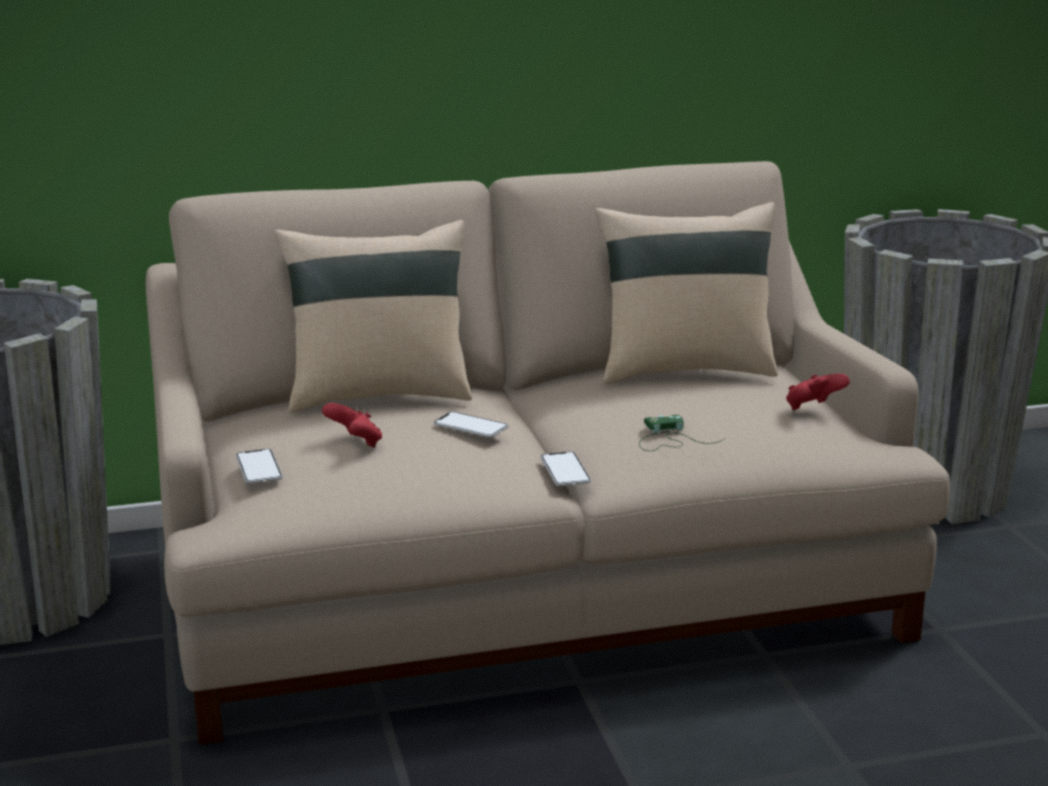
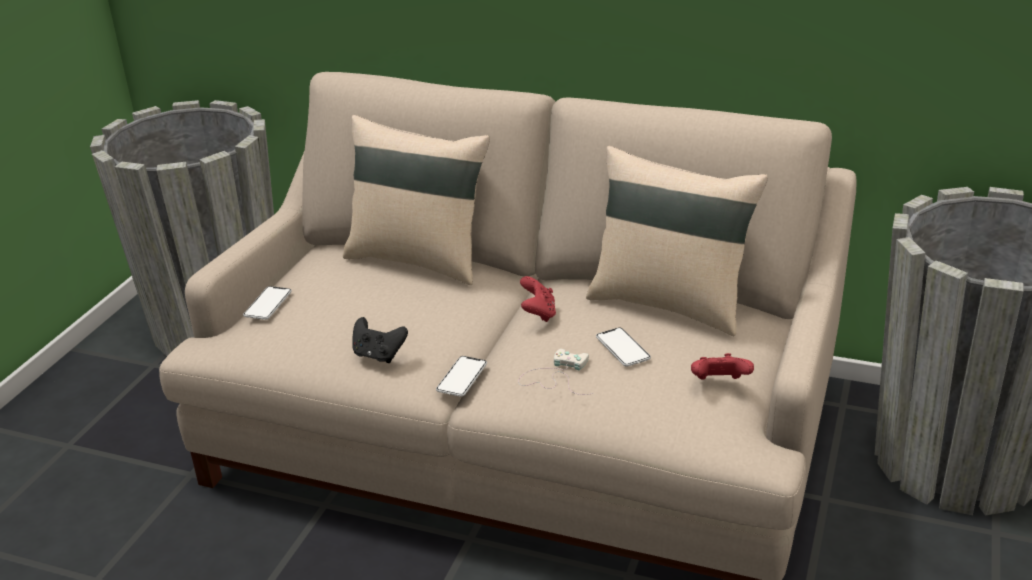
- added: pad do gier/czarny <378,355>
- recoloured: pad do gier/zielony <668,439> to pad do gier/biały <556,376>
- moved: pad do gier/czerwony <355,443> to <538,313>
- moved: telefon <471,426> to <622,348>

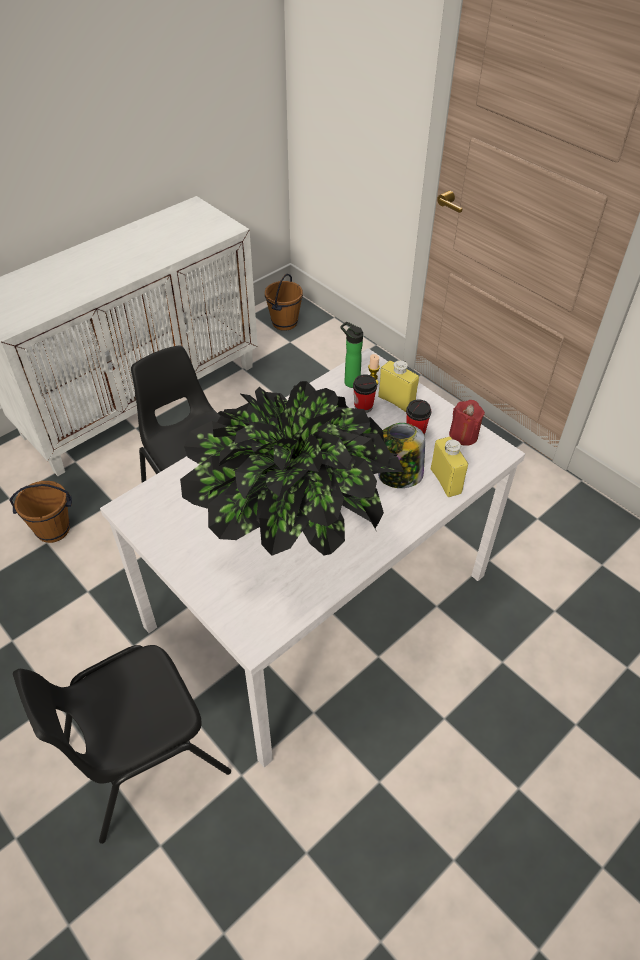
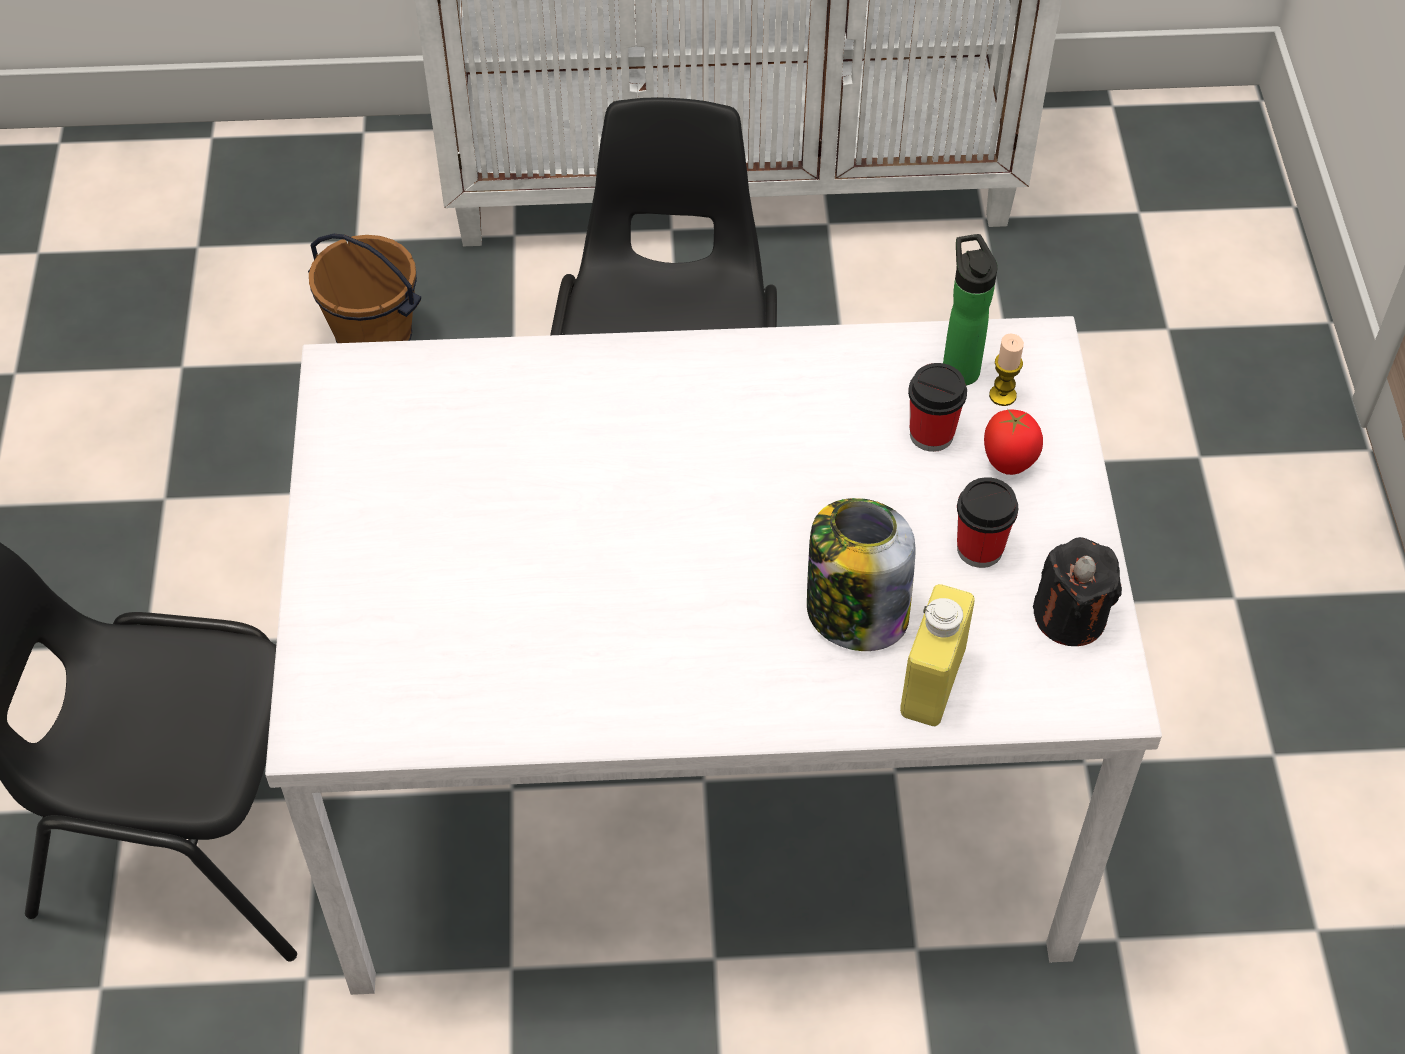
- replaced: butelka/żółty <396,401> to pomidor <1009,463>
- recoloured: świeca/czerwony <463,435> to świeca/czarny <1070,617>
- removed: roślina doniczkowa <293,529>
- removed: wiadro/brązowy <284,323>

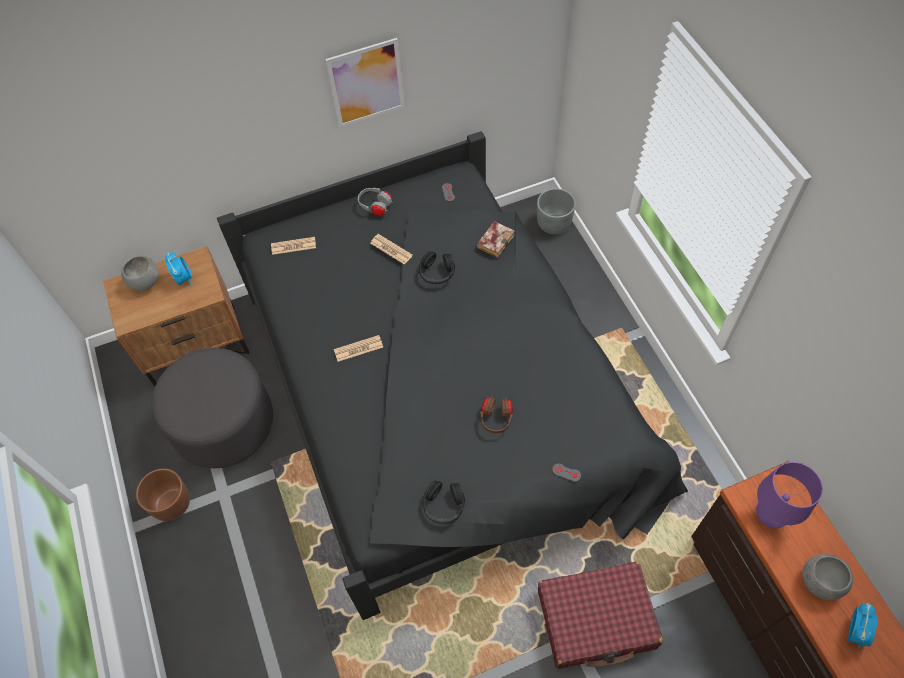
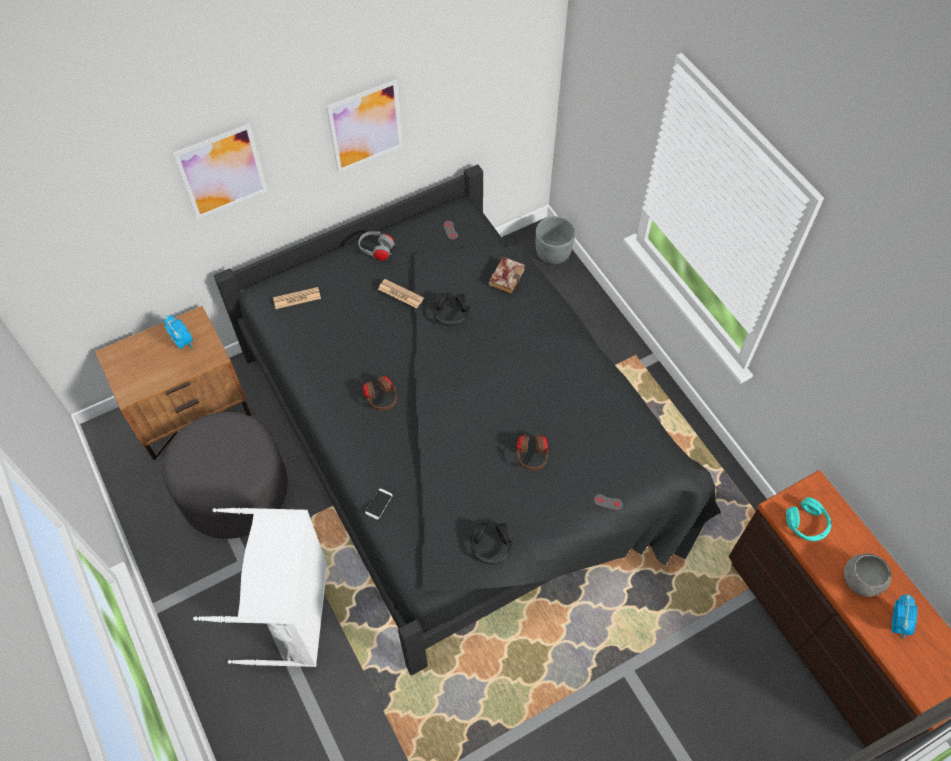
- added: obraz <221,171>
- added: kosz na pranie/biały <293,614>
- replaced: gazeta <358,348> to słuchawki/brązowy <381,398>
- added: telefon <378,504>
- replaced: lampa stołowa/fioletowy <769,516> to słuchawki/turkusowy <807,524>
- removed: miska/szary <145,282>
- removed: donica/brązowy <171,503>
- removed: walizka/czerwony <596,619>

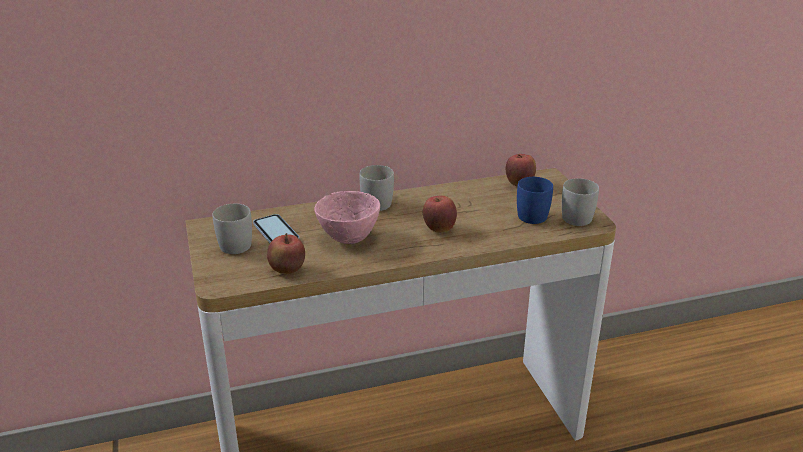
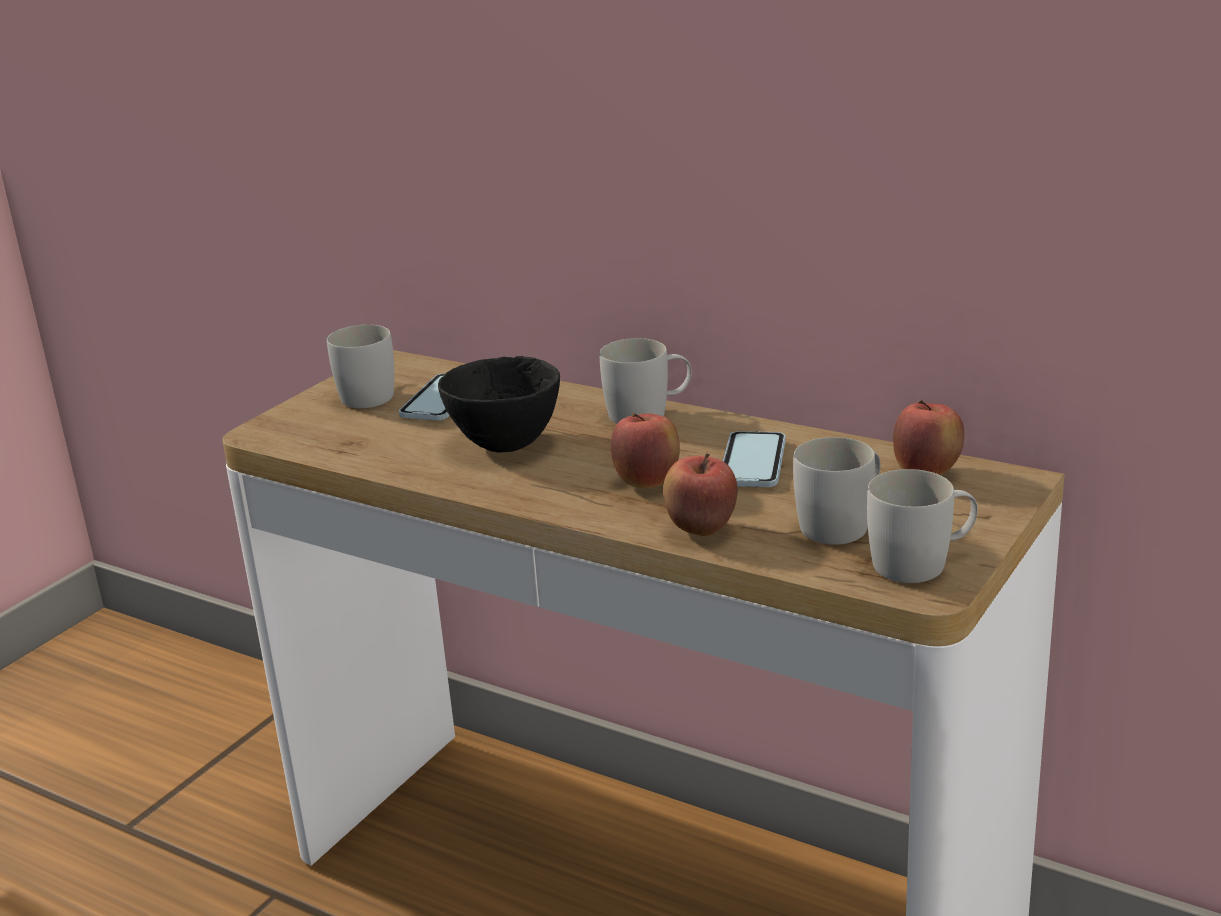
- recoloured: miska/różowy <349,239> to miska/czarny <504,445>
- moved: jabłko <287,271> to <701,531>
- added: telefon <753,463>
- recoloured: kubek/niebieski <531,213> to kubek/biały <843,523>

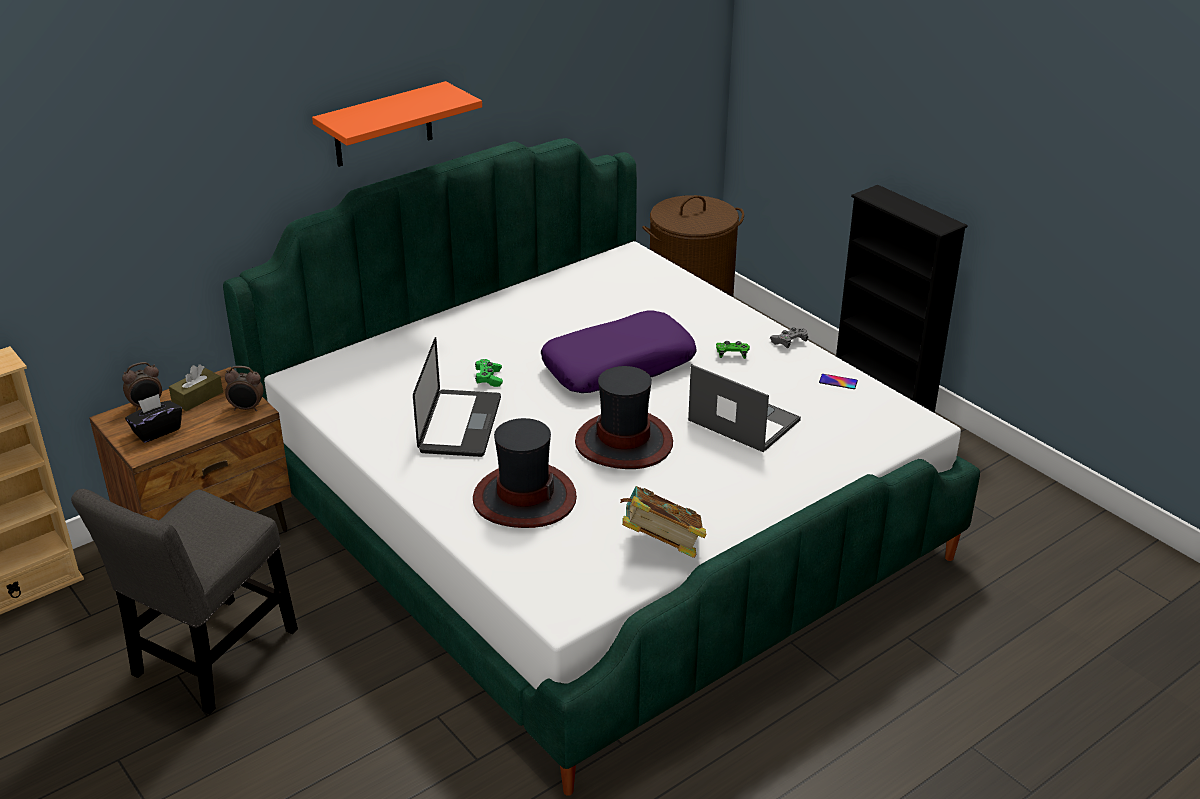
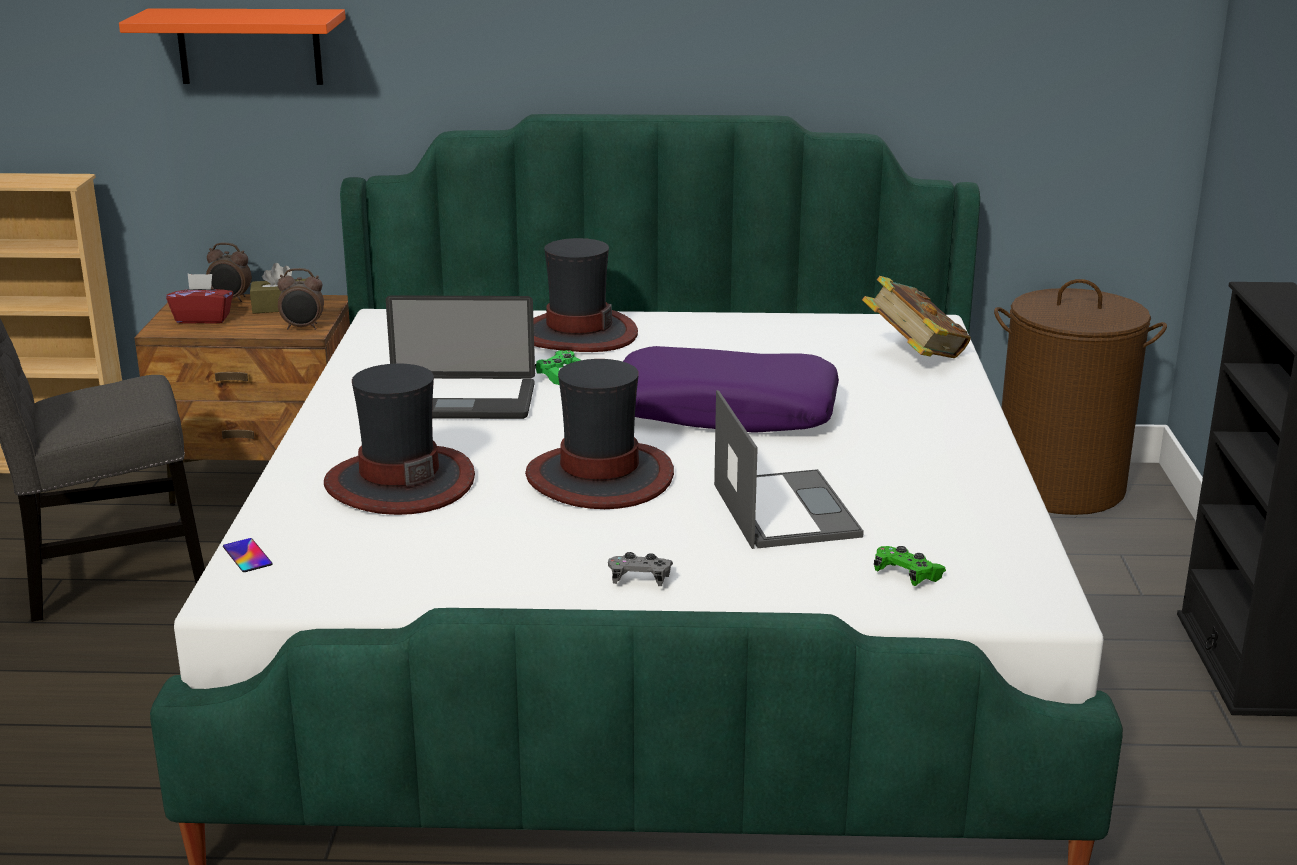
- moved: półka/pomarańczowy <383,125> to <249,46>
- recoloured: pudełko chusteczek/czarny <157,431> to pudełko chusteczek/czerwony <203,319>
- moved: telefon <838,382> to <247,556>
- turned: budzik <247,408> = <303,328> 45 degrees counterclockwise
- turned: laptop <460,425> = <458,401> 45 degrees clockwise
- added: kapelusz <577,334>
- moved: pad do gier/szary <789,342> to <640,579>
- moved: książka <661,547> to <914,356>
- moved: pad do gier/zielony <732,355> to <907,576>

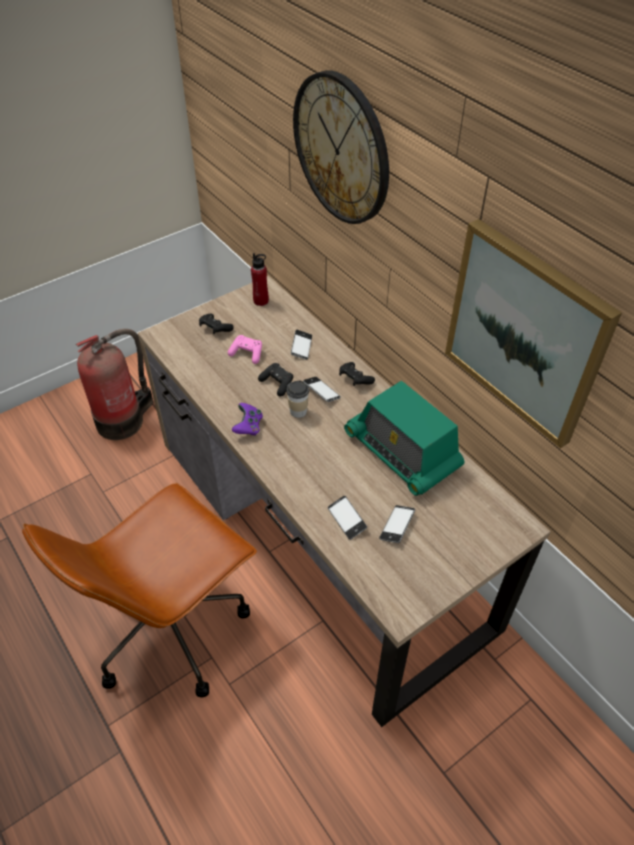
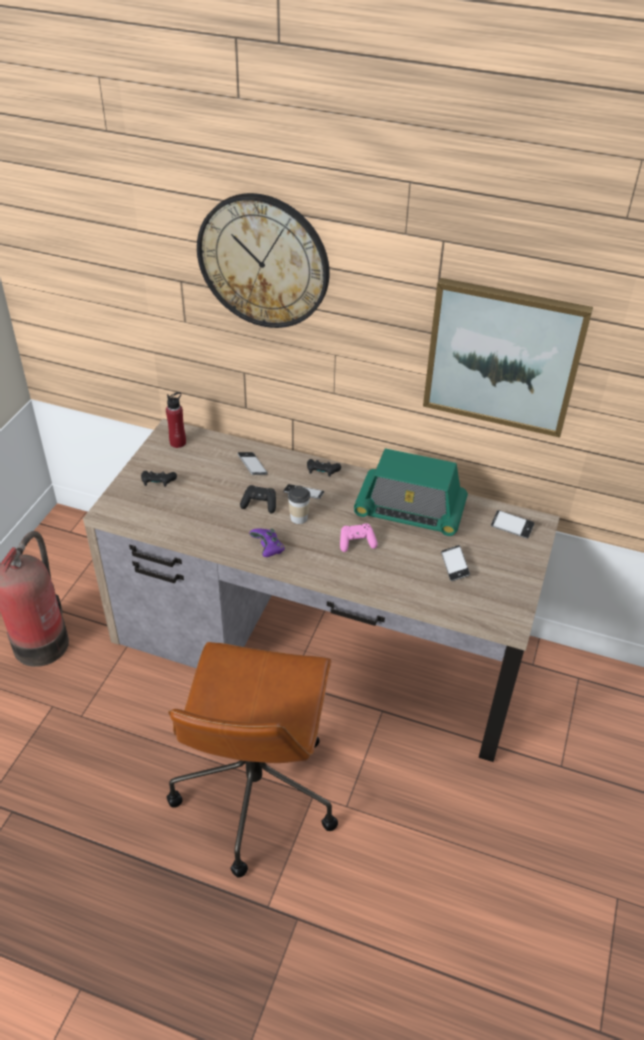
- moved: pad do gier/różowy <247,354> to <357,542>
- moved: telefon <347,519> to <511,527>

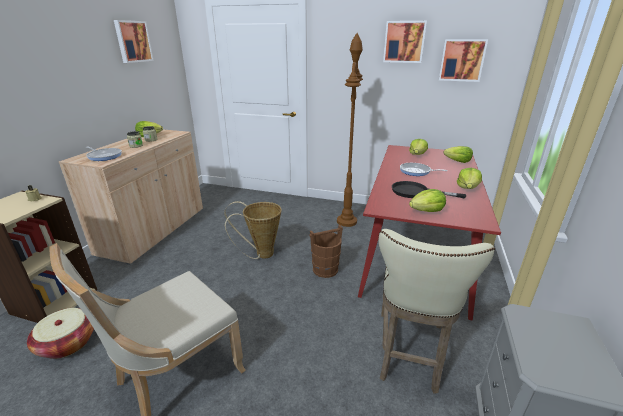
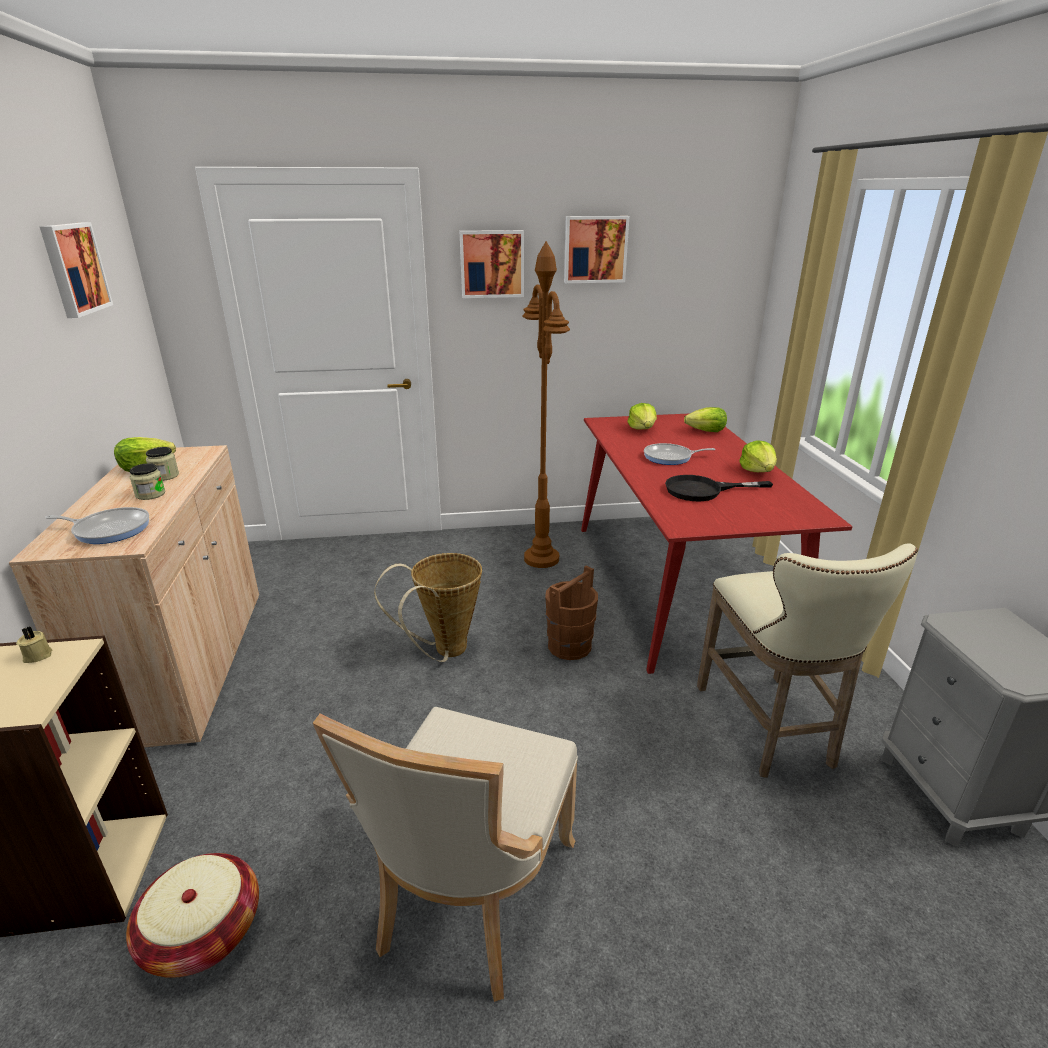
- moved: obraz <462,60> to <492,264>
- removed: sałata <427,211>

